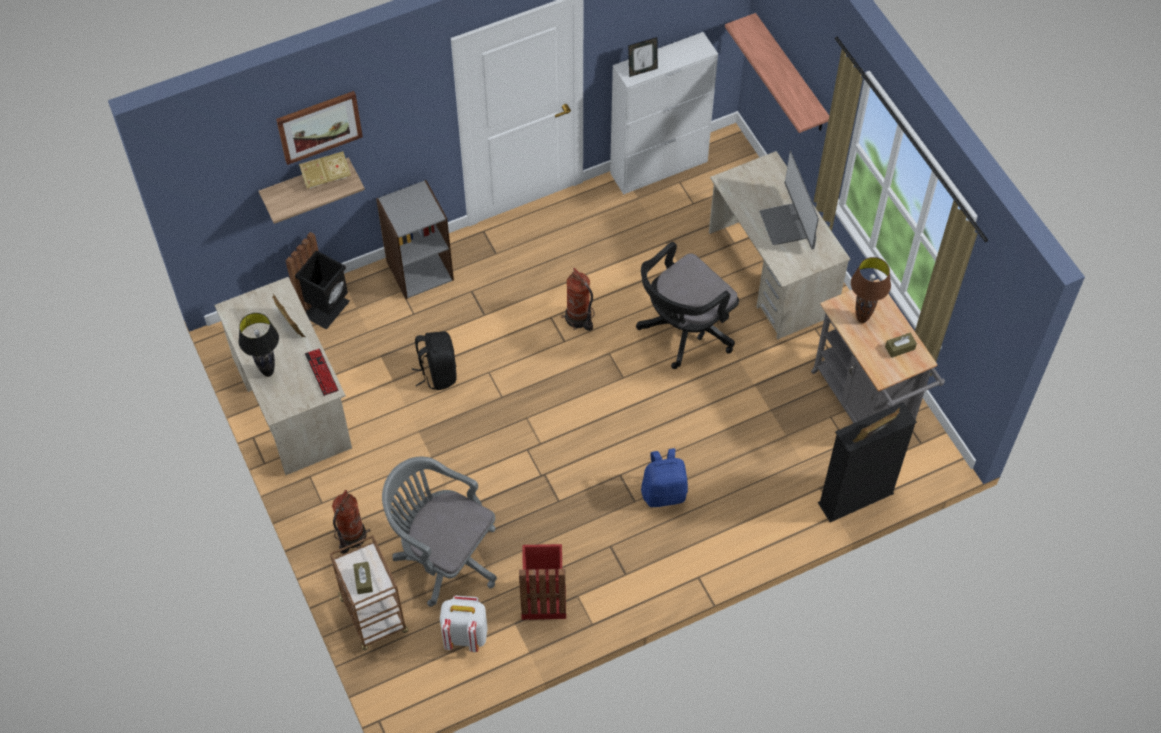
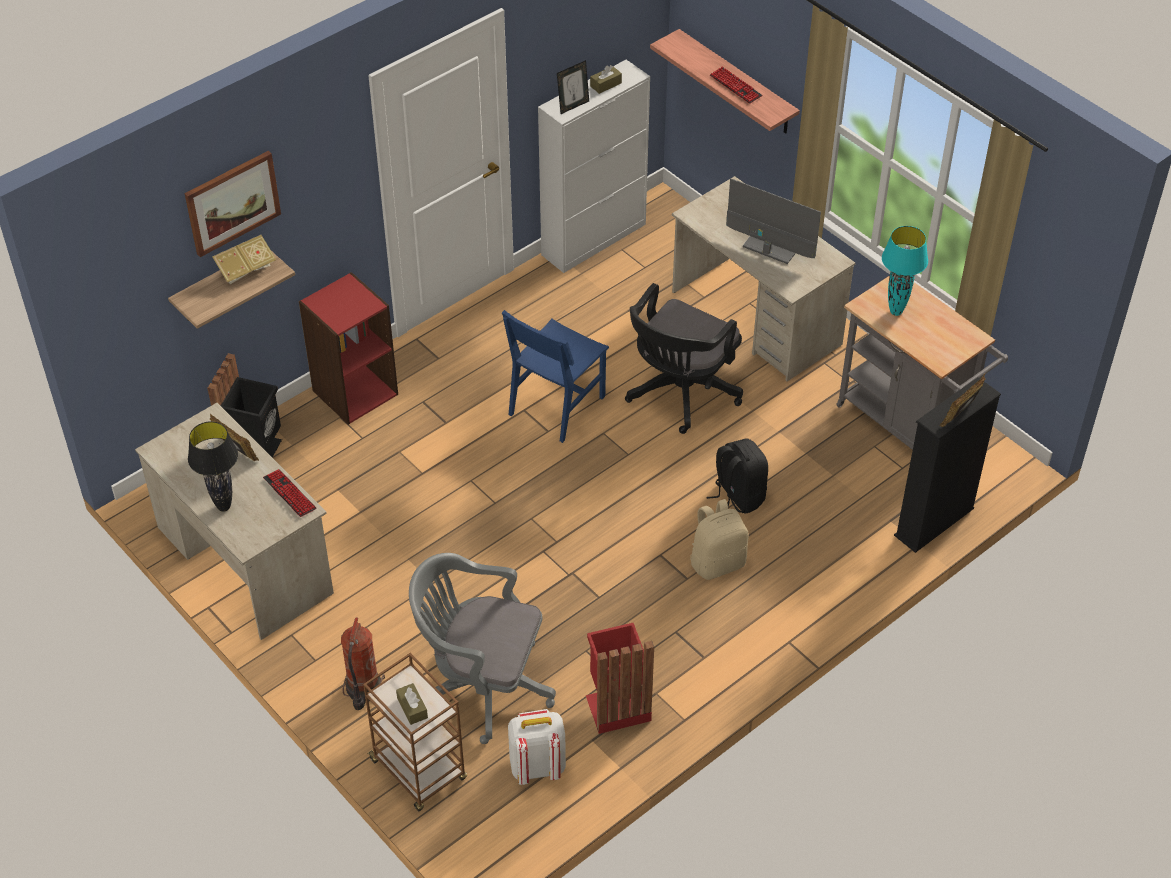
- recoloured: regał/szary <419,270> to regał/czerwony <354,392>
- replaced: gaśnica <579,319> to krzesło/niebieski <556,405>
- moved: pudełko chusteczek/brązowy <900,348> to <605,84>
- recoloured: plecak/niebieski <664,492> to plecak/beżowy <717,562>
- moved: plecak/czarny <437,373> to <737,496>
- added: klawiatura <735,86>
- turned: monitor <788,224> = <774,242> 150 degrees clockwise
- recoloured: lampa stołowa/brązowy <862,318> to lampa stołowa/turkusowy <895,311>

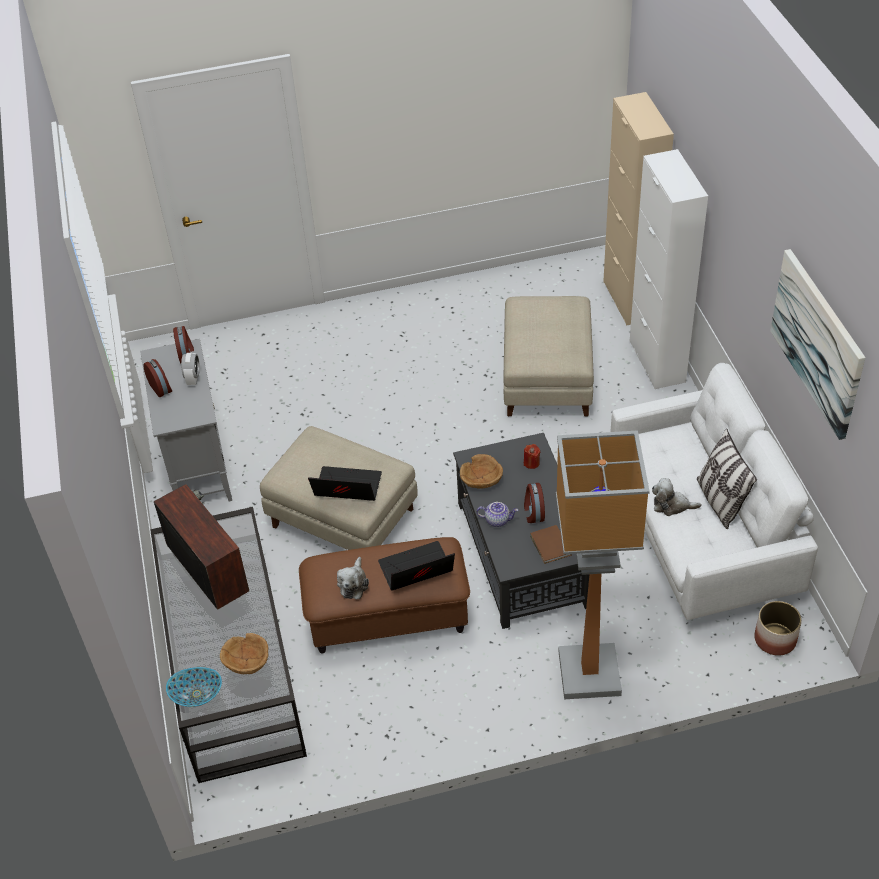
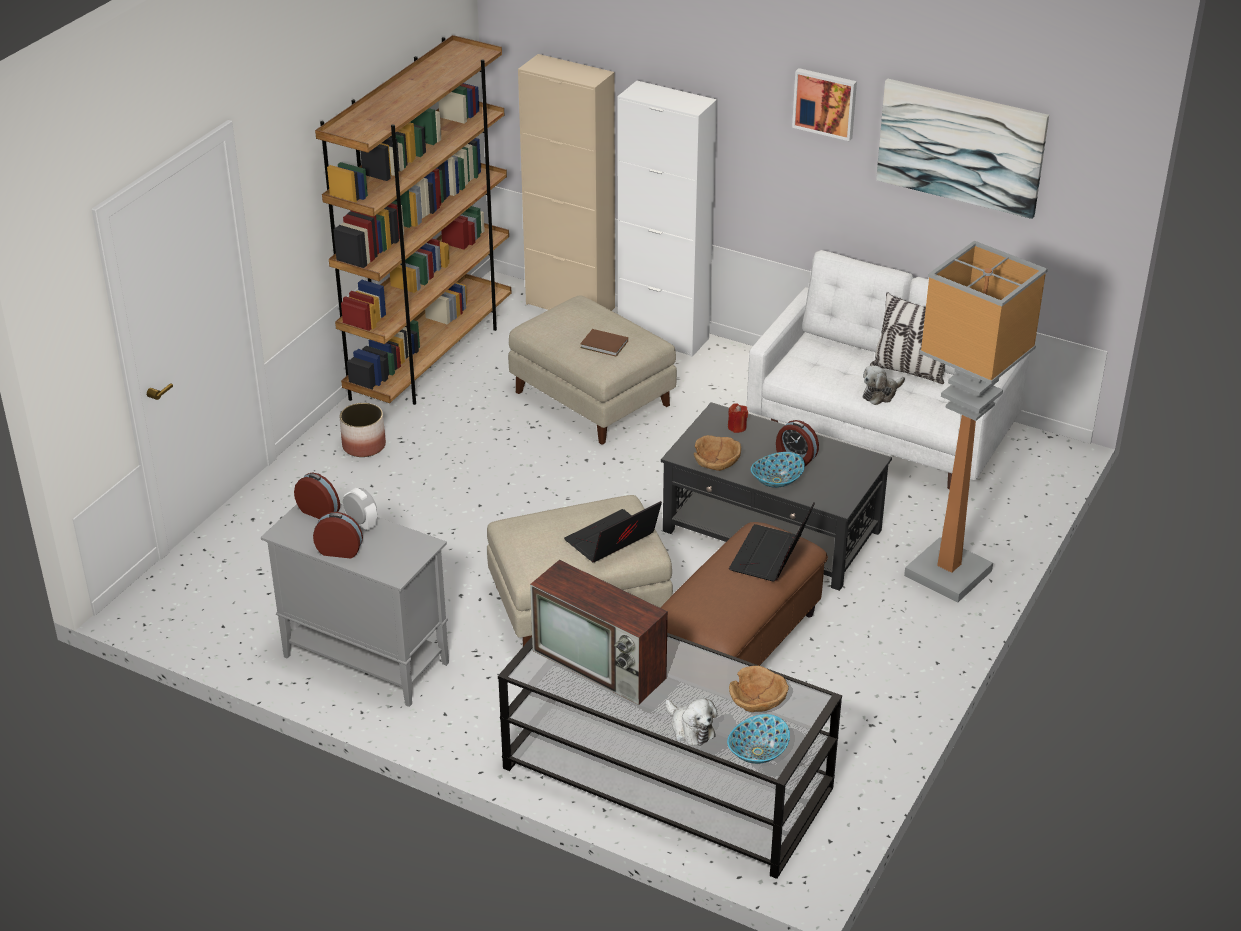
- added: regał/brązowy <430,357>
- moved: donica <775,639> to <364,445>
- turned: telewizor <205,566> = <601,665> 150 degrees counterclockwise
- moved: książka/brązowy <550,546> to <605,345>
- moved: pluszak <353,584> to <690,728>
- replaced: imbryk <497,520> to miska <776,480>
- added: obraz <825,103>

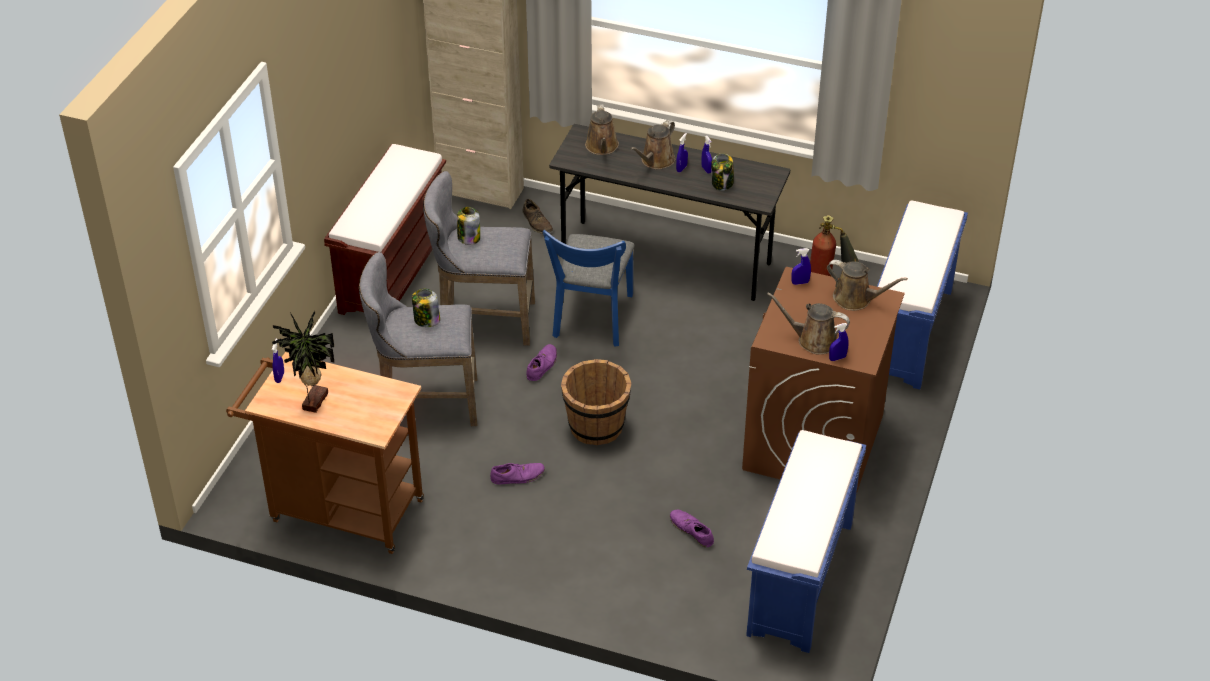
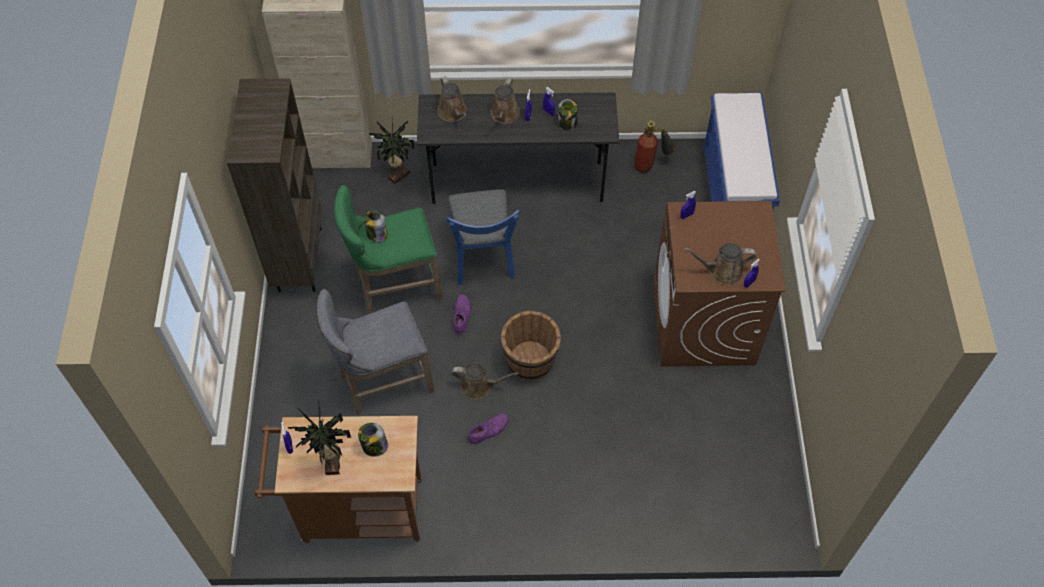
- replaced: ławka/brązowy <393,271> to regał/brązowy <298,259>
- recoloured: stołek/szary <482,321> to stołek/zielony <394,287>
- moved: słoik <426,320> to <374,446>
- replaced: but/brązowy <537,222> to roślina doniczkowa <397,175>
- moved: konewka/brązowy <856,299> to <479,386>
- removed: but/fioletowy <692,531>
- removed: ławka/niebieski <801,580>

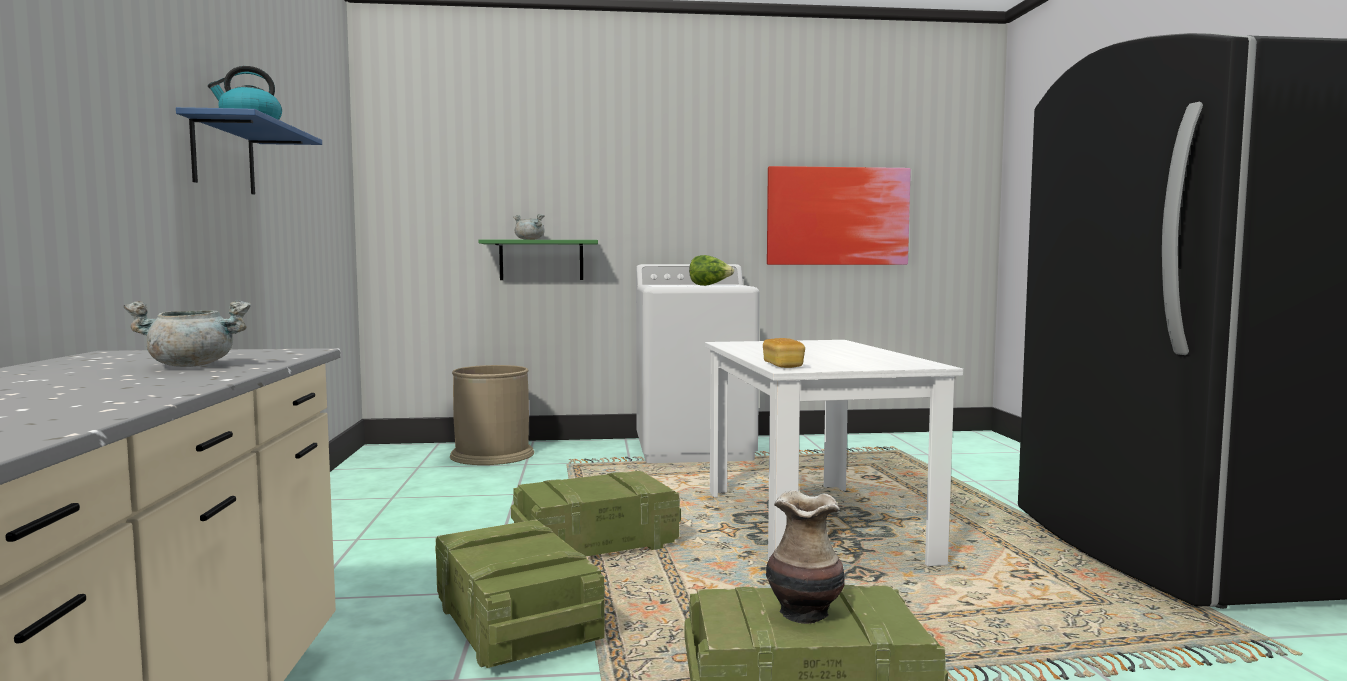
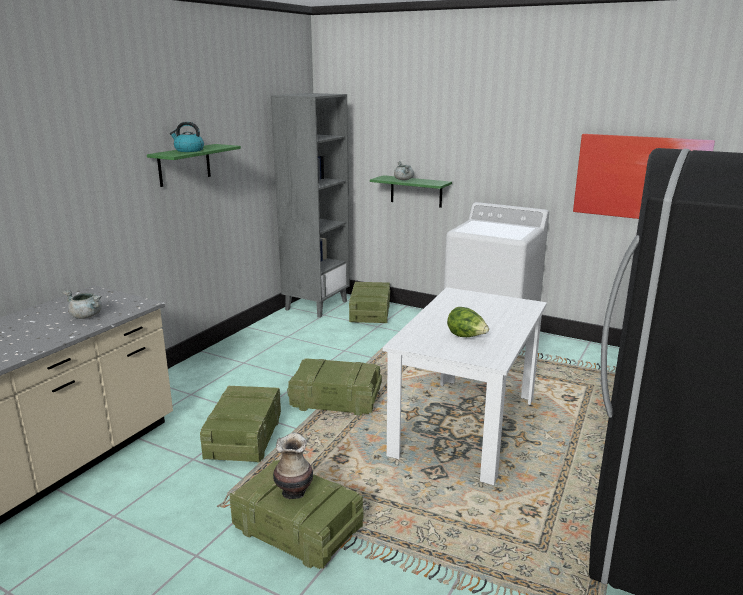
- recoloured: półka/niebieski <223,156> to półka/zielony <184,165>
- added: regał/szary <316,305>
- replaced: kosz na śmieci/brązowy <492,455> to skrzynka <370,313>
- moved: sałata <709,285> to <466,337>
- removed: chleb <783,365>

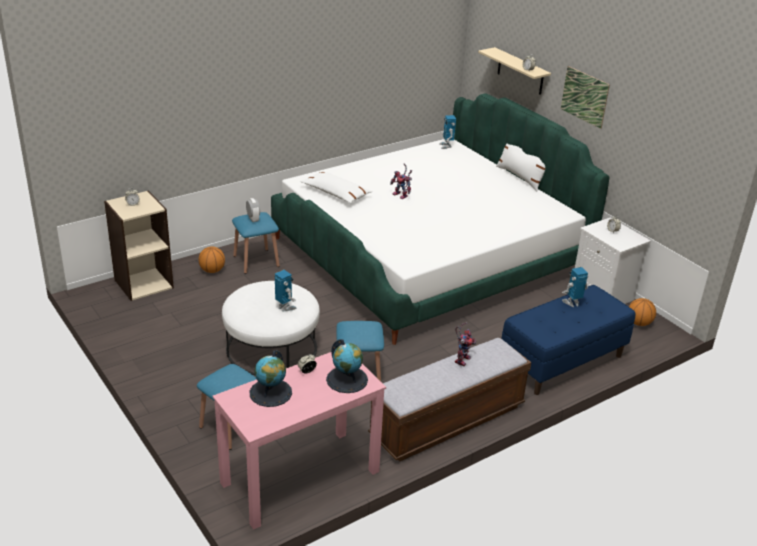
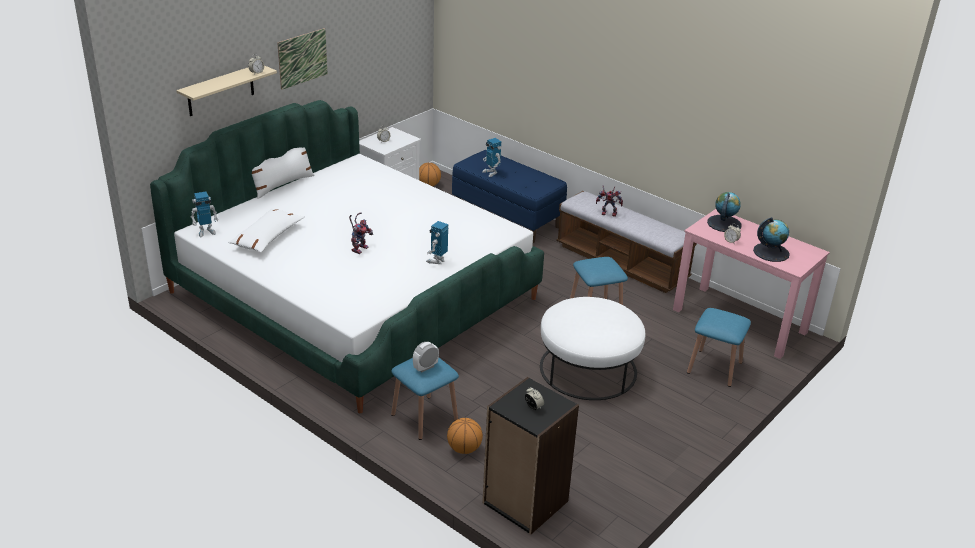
- moved: poduszka/biały <335,193> to <267,237>
- moved: robot zabawkowy <285,307> to <437,261>
- recoloured: regał/beżowy <143,283> to regał/czarny <524,502>

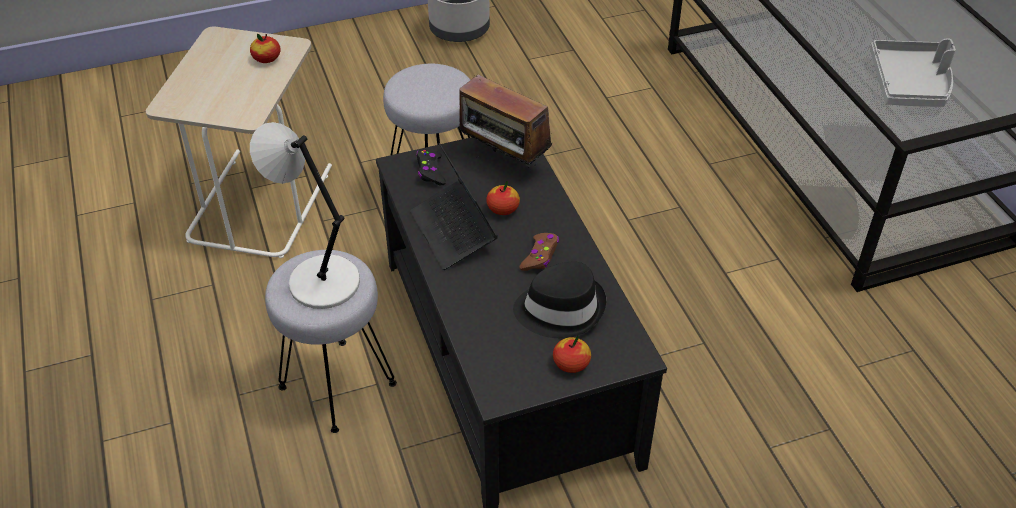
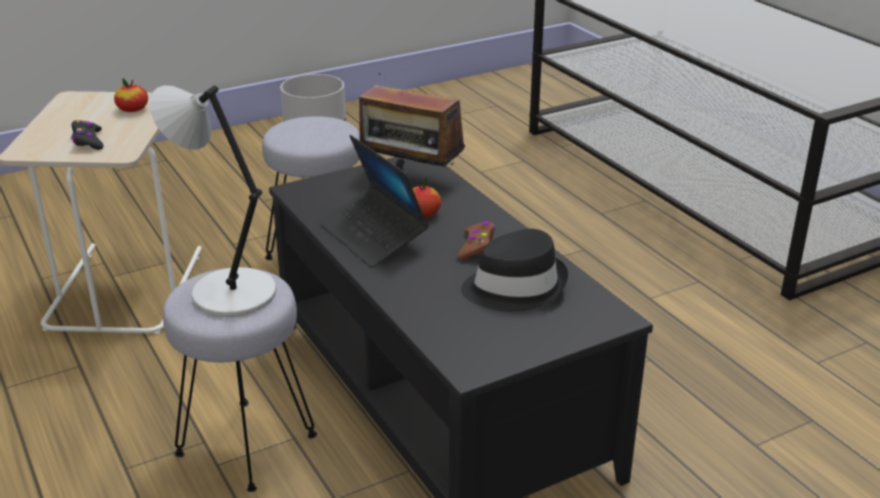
- moved: pad do gier/czarny <430,171> to <88,141>
- removed: jabłko <571,364>
- removed: taca/szary <910,84>

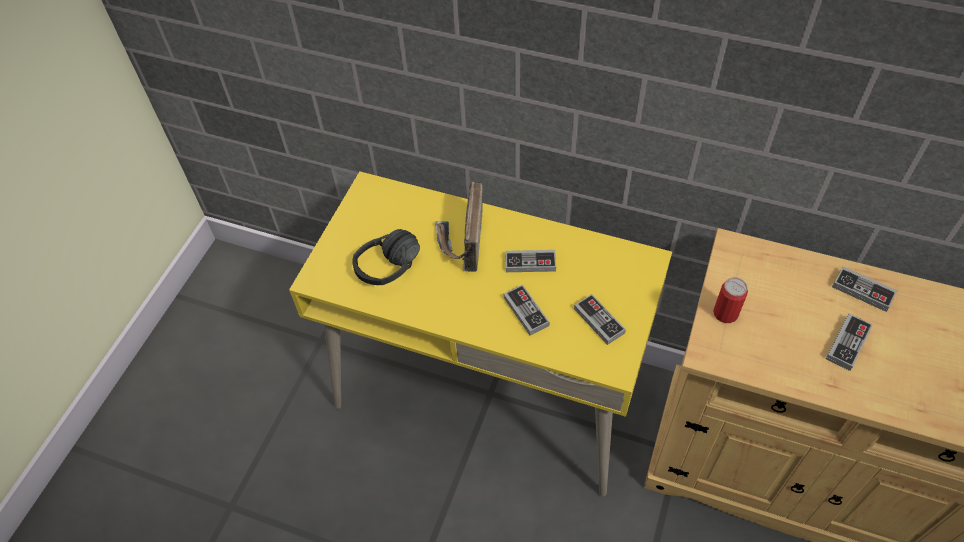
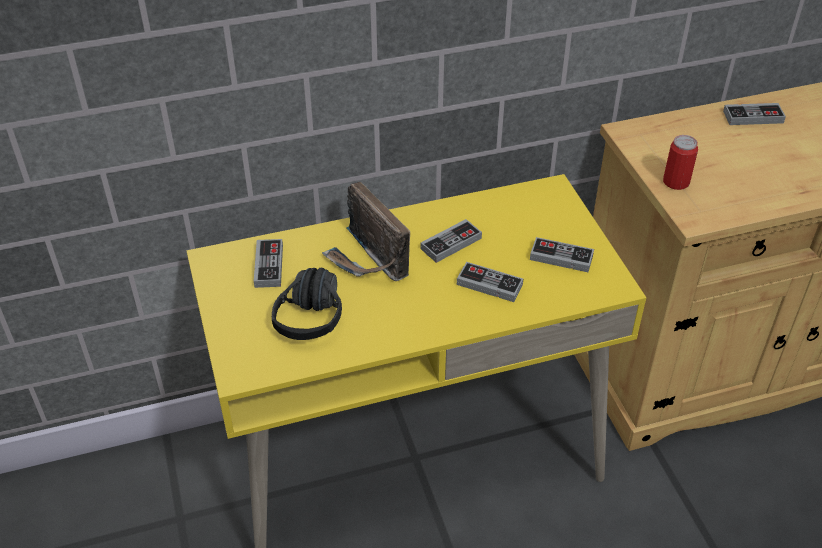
- moved: pad do gier <848,343> to <269,266>

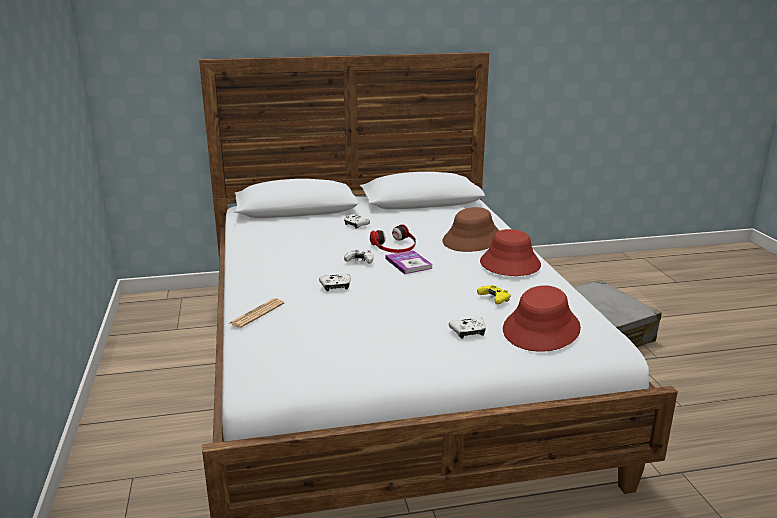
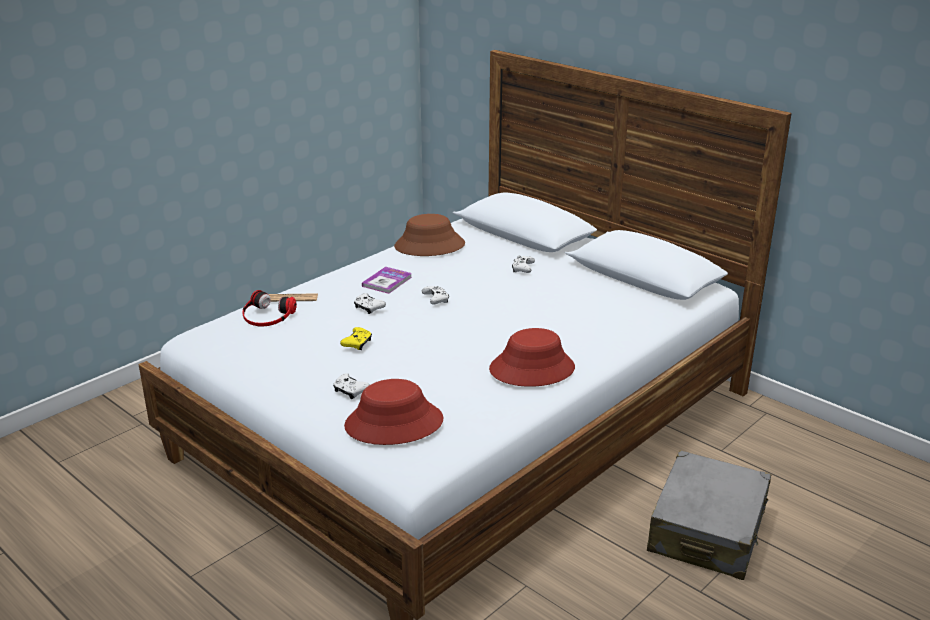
- moved: słuchawki <395,245> to <267,315>
- moved: pad do gier/żółty <494,299> to <357,344>
- moved: książka <408,263> to <387,281>
- moved: kapelusz/brązowy <472,239> to <429,246>

